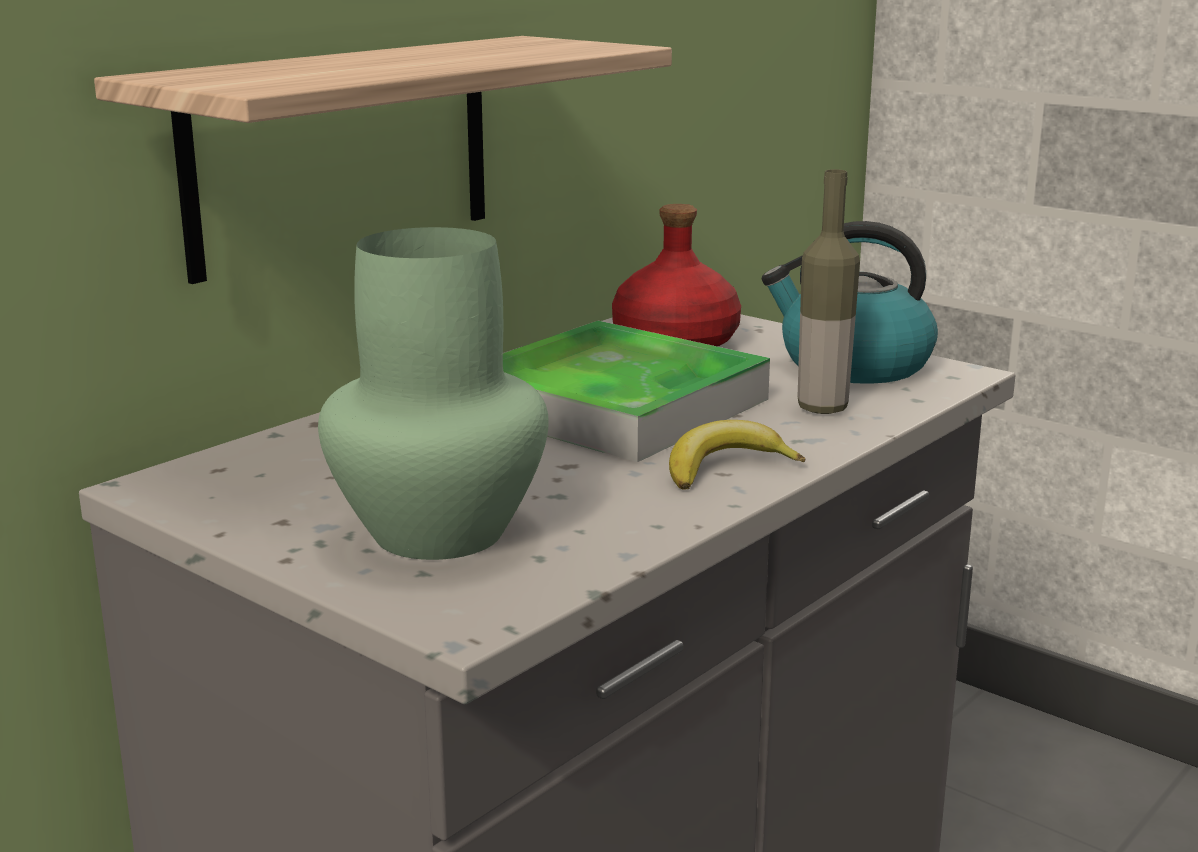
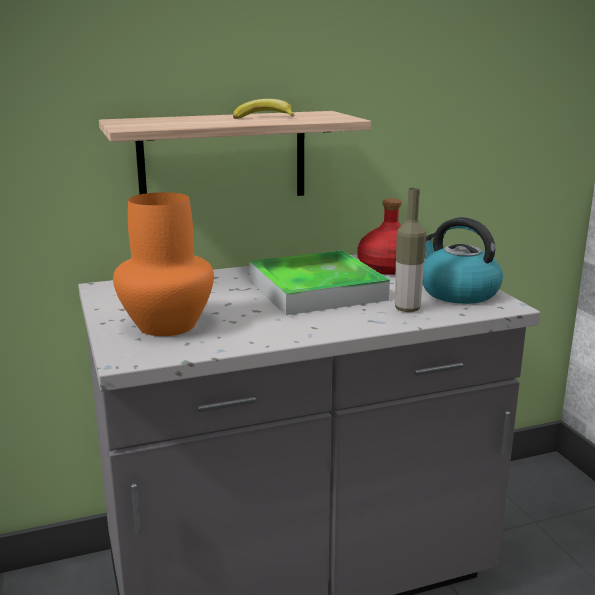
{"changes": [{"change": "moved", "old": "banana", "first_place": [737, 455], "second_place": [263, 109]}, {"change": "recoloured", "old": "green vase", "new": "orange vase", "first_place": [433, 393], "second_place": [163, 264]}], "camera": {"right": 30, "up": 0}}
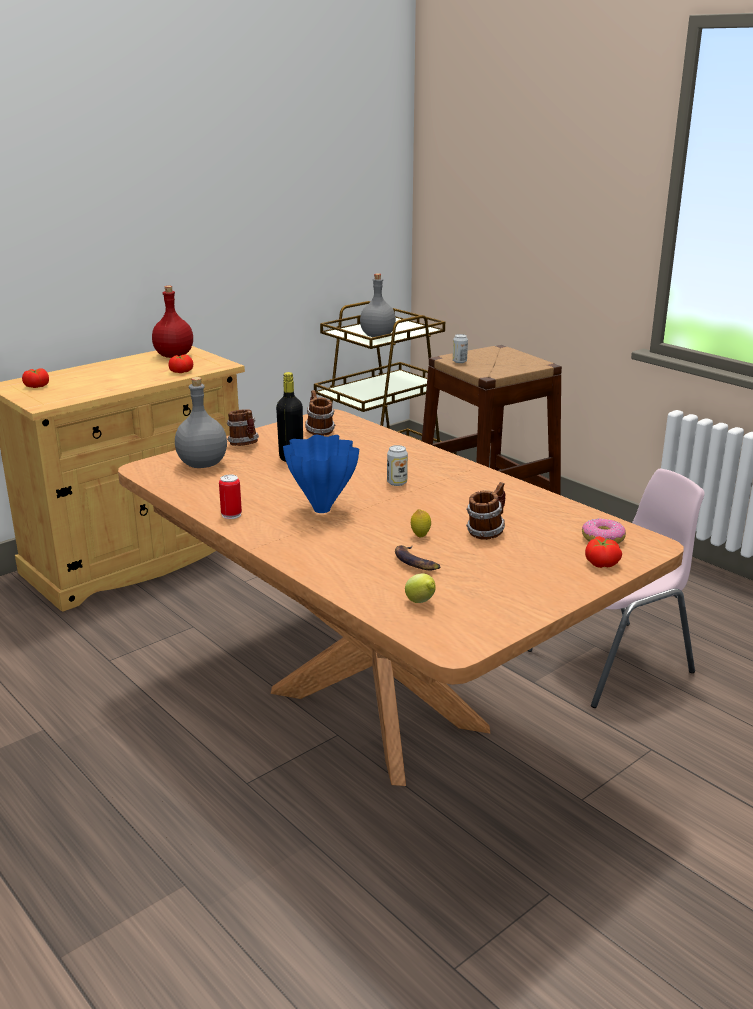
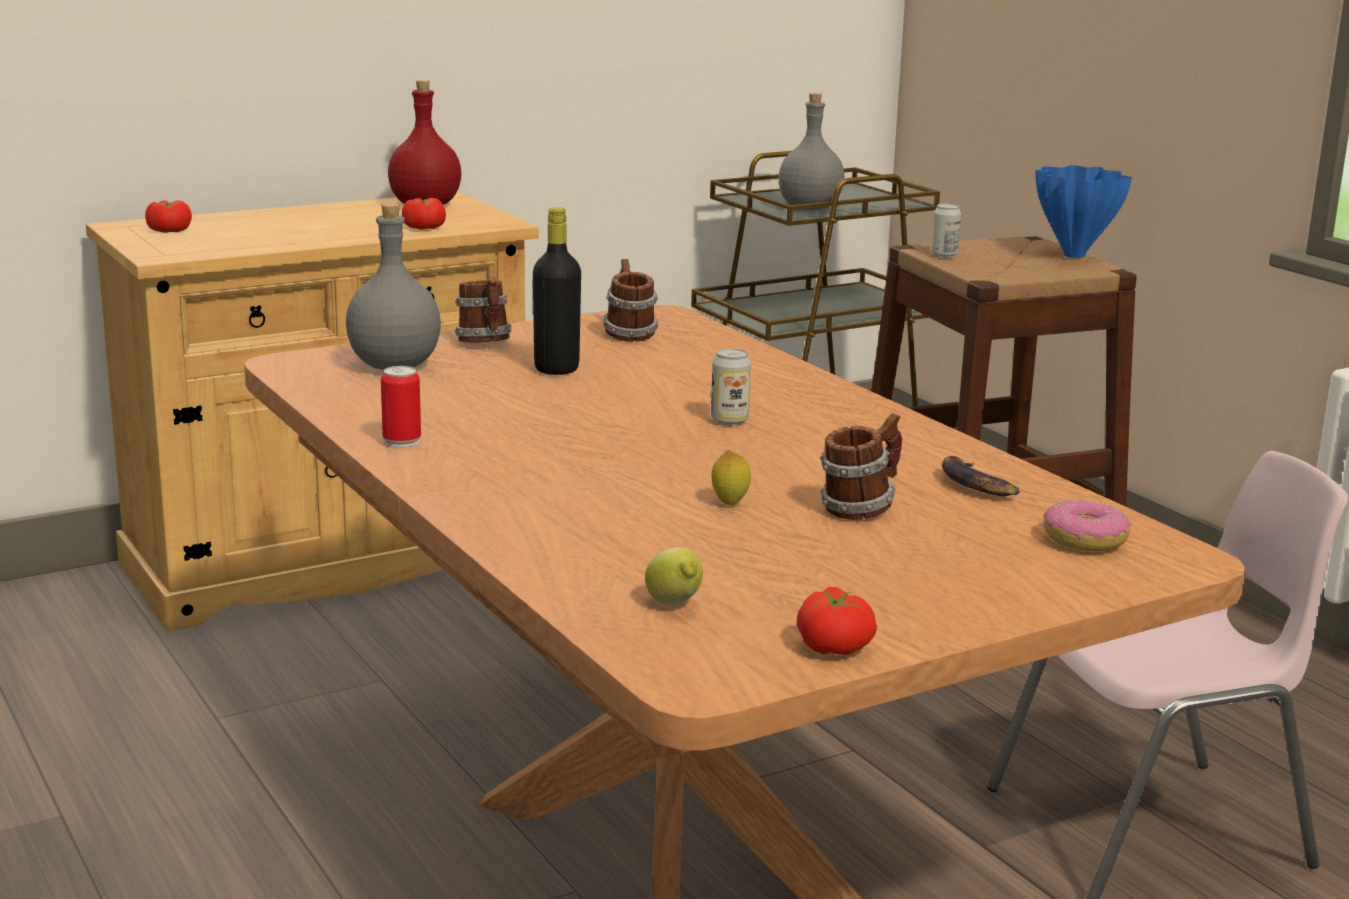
{"changes": [{"change": "moved", "old": "blue vase", "first_place": [321, 474], "second_place": [1083, 211]}, {"change": "moved", "old": "banana", "first_place": [418, 558], "second_place": [981, 476]}, {"change": "moved", "old": "tomato", "first_place": [603, 552], "second_place": [837, 621]}], "camera": {"right": 10, "up": -5}}
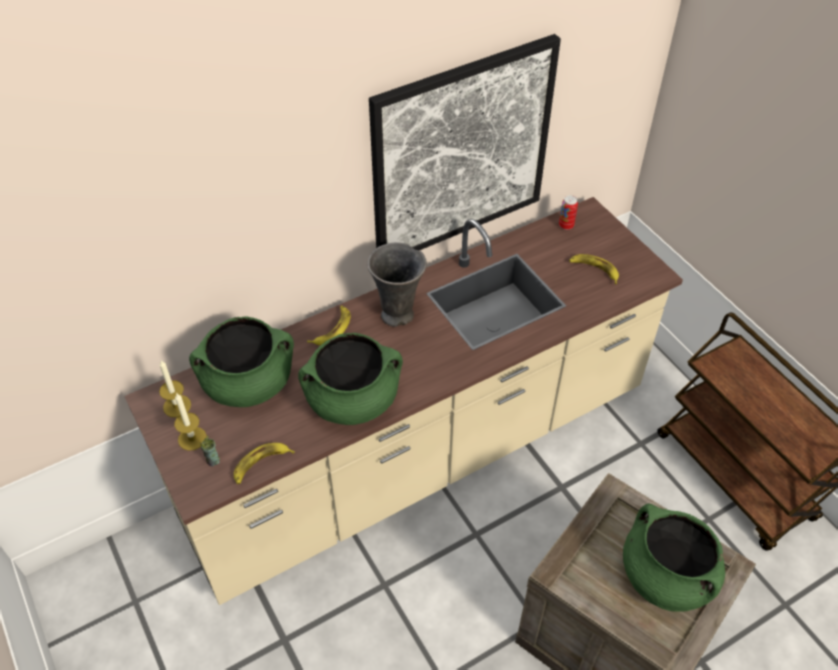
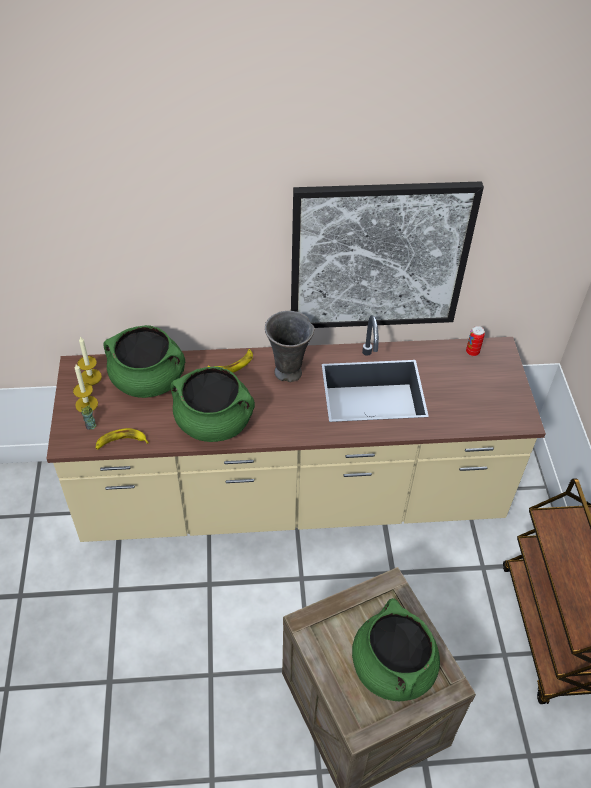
{"changes": [{"change": "removed", "old": "banana", "first_place": [594, 269]}], "camera": {"right": 25, "up": 0}}
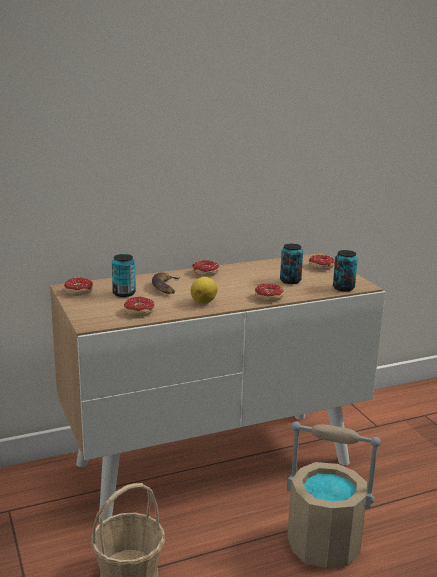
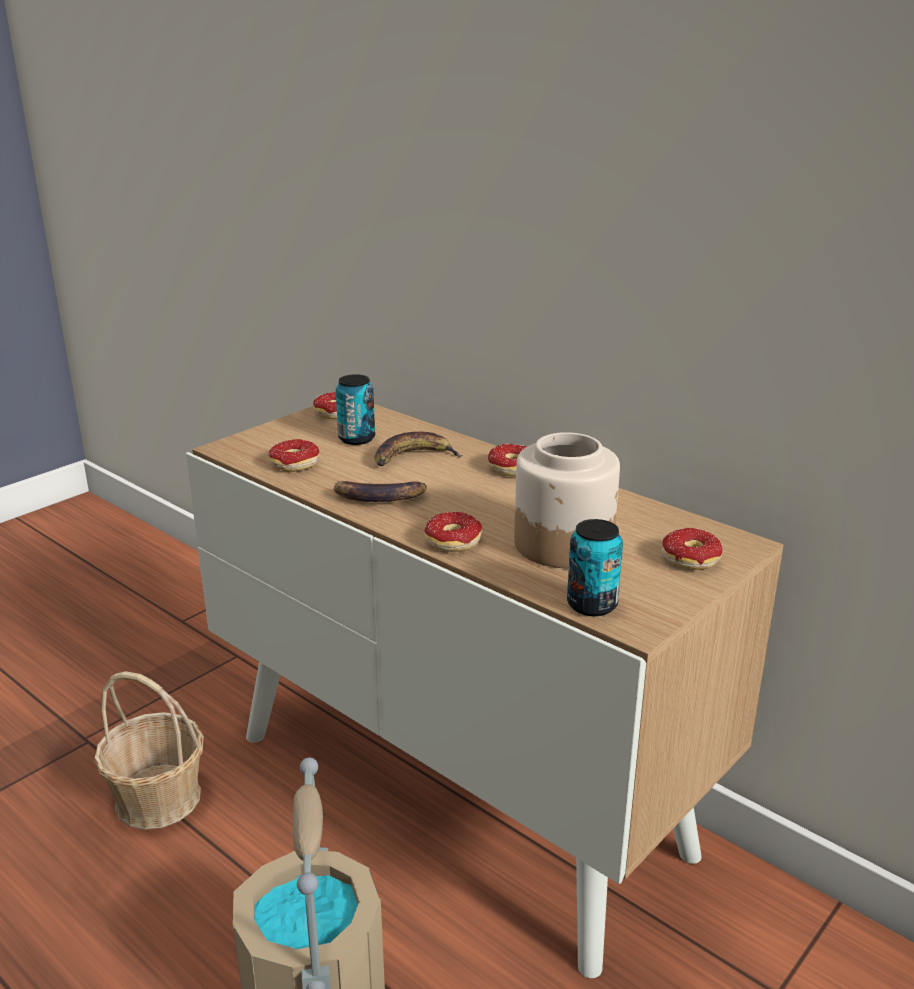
{"changes": [{"change": "replaced", "old": "lemon", "new": "banana", "first_place": [204, 290], "second_place": [380, 491]}, {"change": "replaced", "old": "can", "new": "jar", "first_place": [291, 264], "second_place": [567, 500]}], "camera": {"right": 65, "up": 5}}
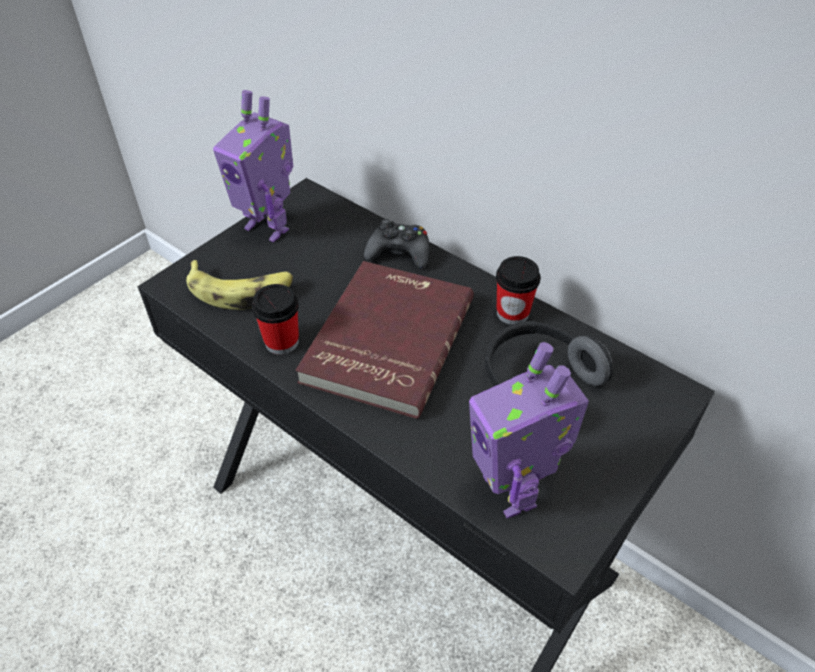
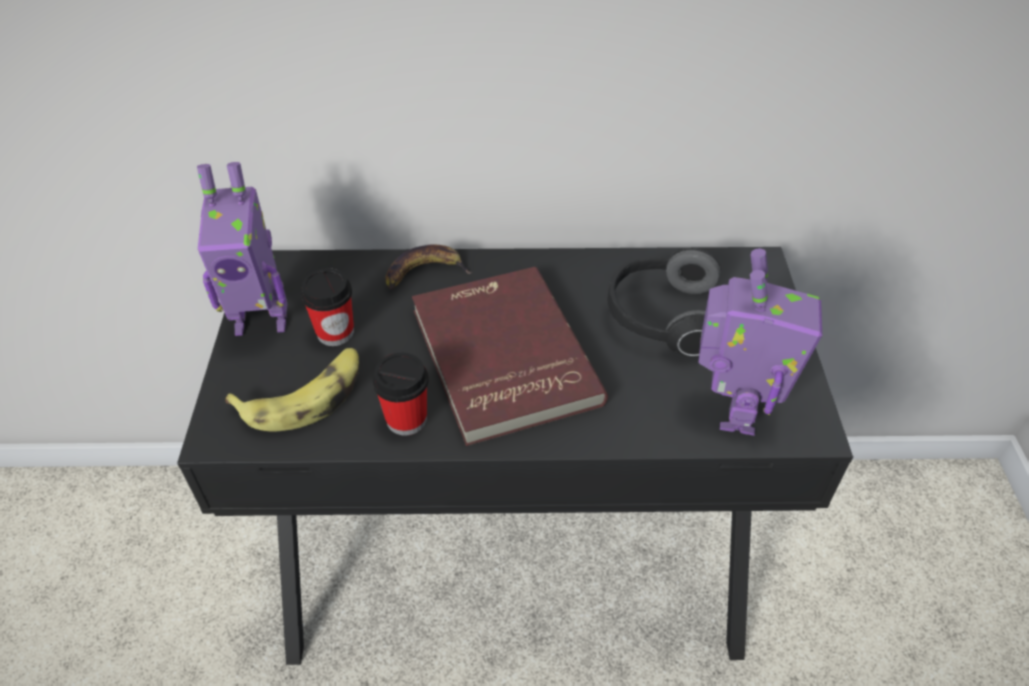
{"changes": [{"change": "moved", "old": "cup", "first_place": [518, 290], "second_place": [327, 307]}, {"change": "replaced", "old": "black game controller", "new": "banana", "first_place": [396, 243], "second_place": [428, 267]}, {"change": "turned", "old": "toy robot", "first_place": [529, 430], "second_place": [760, 342], "degrees": -105}], "camera": {"right": -40, "up": 0}}
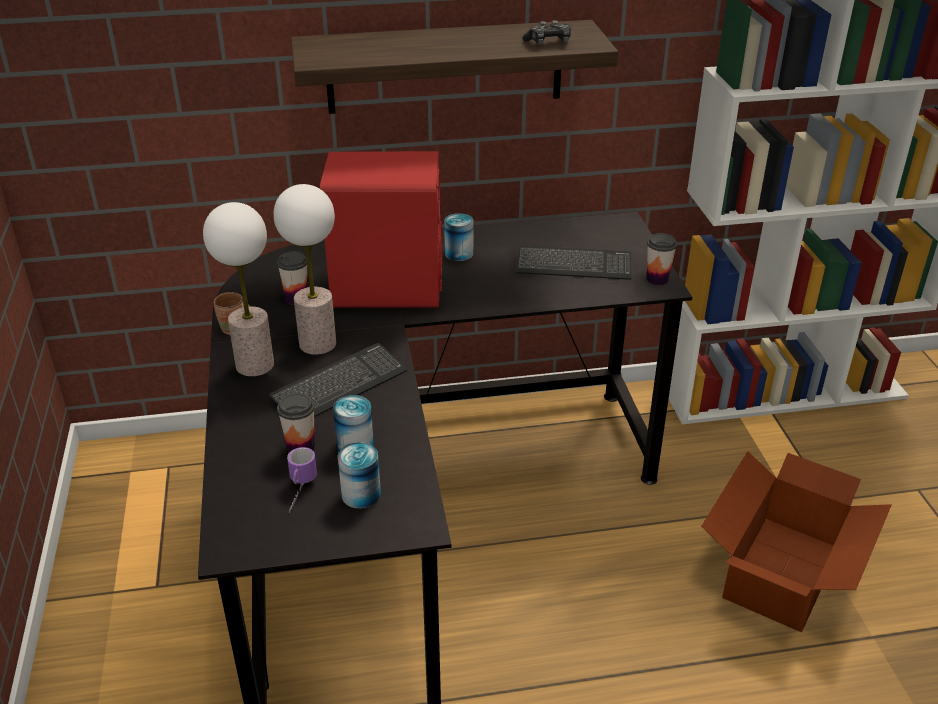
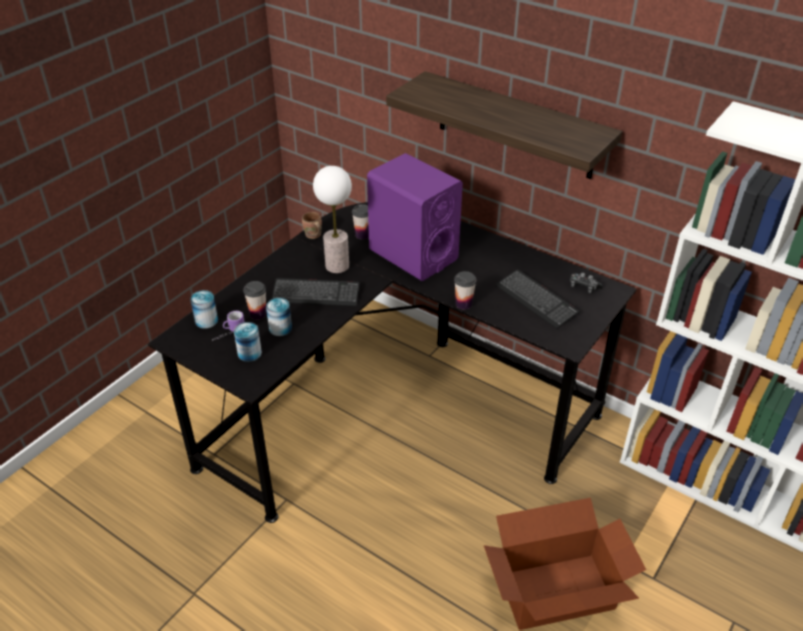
{"changes": [{"change": "removed", "old": "table lamp", "first_place": [238, 289]}, {"change": "moved", "old": "can", "first_place": [458, 237], "second_place": [204, 309]}, {"change": "moved", "old": "game controller", "first_place": [546, 32], "second_place": [586, 282]}, {"change": "moved", "old": "cup", "first_place": [662, 259], "second_place": [465, 290]}, {"change": "recoloured", "old": "red speaker", "new": "purple speaker", "first_place": [381, 229], "second_place": [415, 217]}], "camera": {"right": 45, "up": 5}}
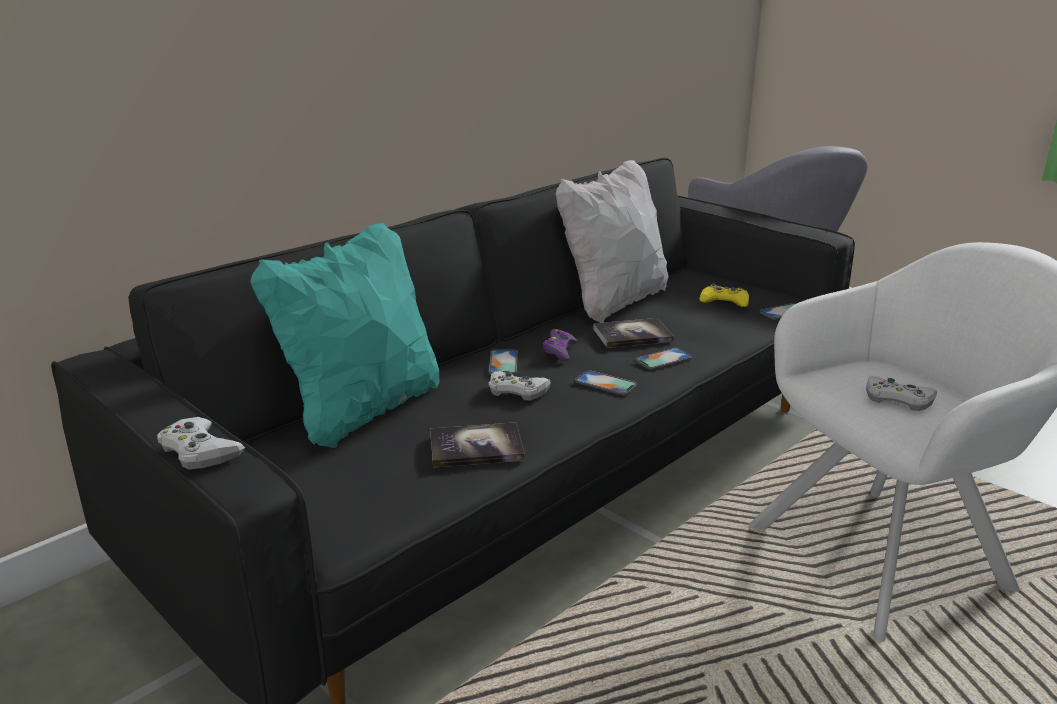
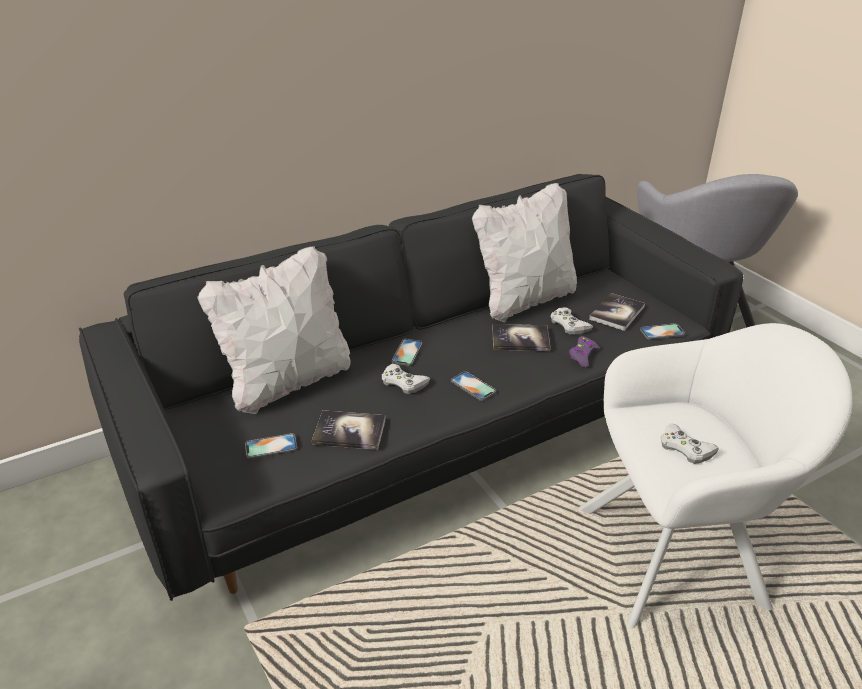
{"changes": [{"change": "moved", "old": "white game controller", "first_place": [201, 443], "second_place": [571, 320]}, {"change": "moved", "old": "purple game controller", "first_place": [560, 345], "second_place": [584, 352]}, {"change": "moved", "old": "phone", "first_place": [663, 359], "second_place": [271, 446]}, {"change": "replaced", "old": "yellow game controller", "new": "book", "first_place": [724, 295], "second_place": [617, 312]}, {"change": "recoloured", "old": "turquoise pillow", "new": "white pillow", "first_place": [344, 335], "second_place": [274, 330]}], "camera": {"right": 15, "up": 10}}
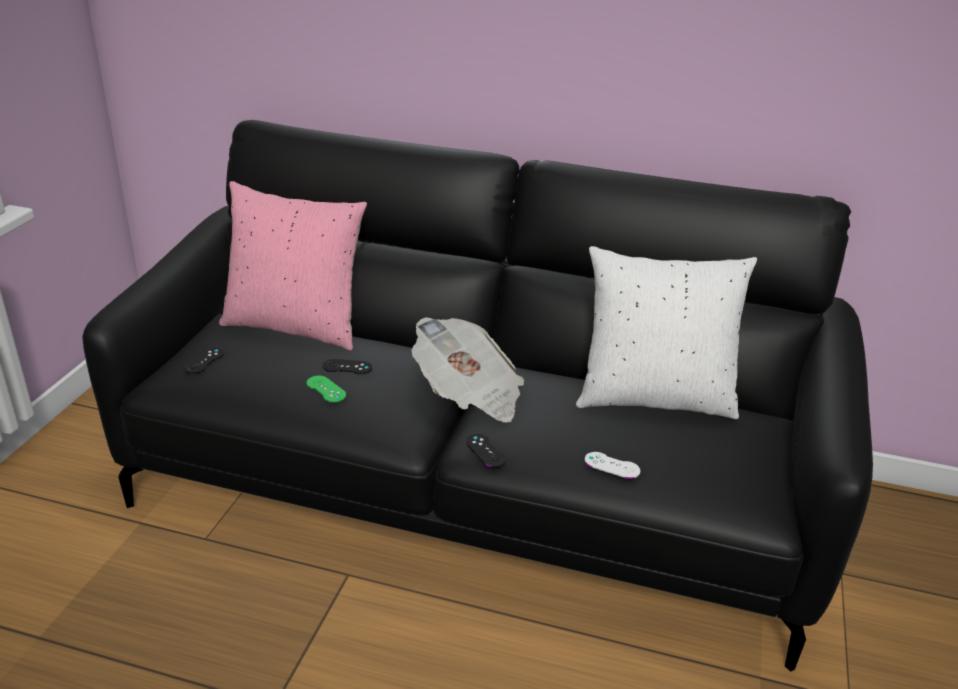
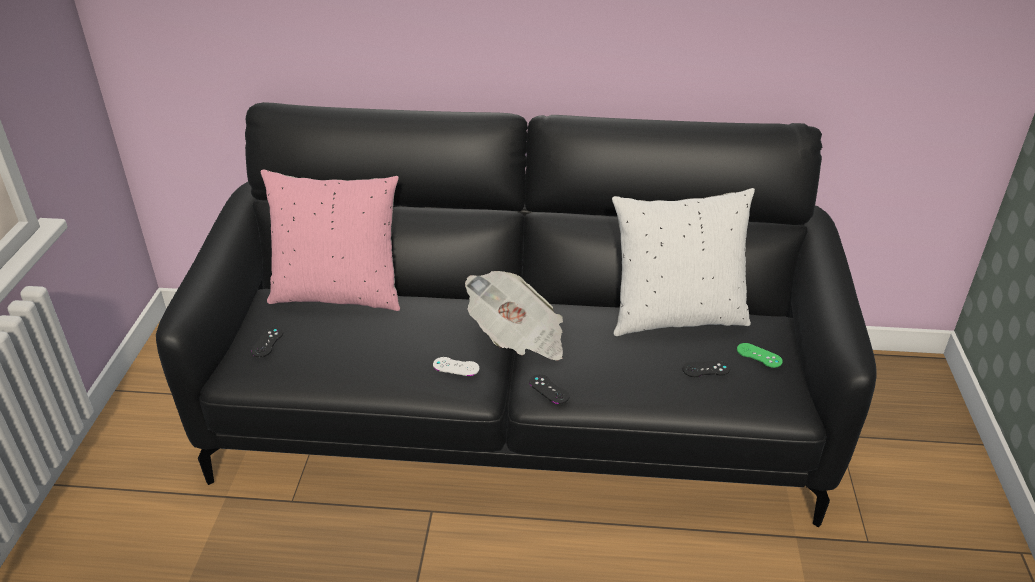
{"changes": [{"change": "moved", "old": "green game controller", "first_place": [326, 389], "second_place": [760, 355]}, {"change": "moved", "old": "black game controller", "first_place": [347, 366], "second_place": [706, 368]}, {"change": "moved", "old": "white game controller", "first_place": [612, 465], "second_place": [456, 366]}], "camera": {"right": -10, "up": 5}}
